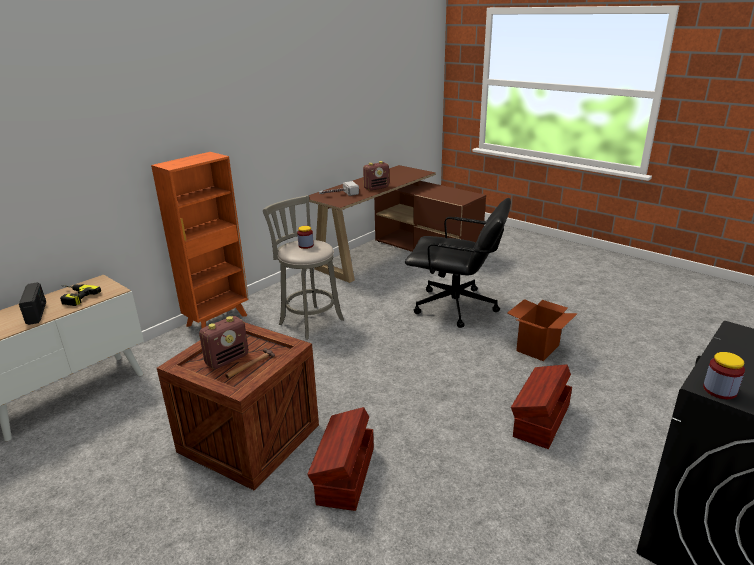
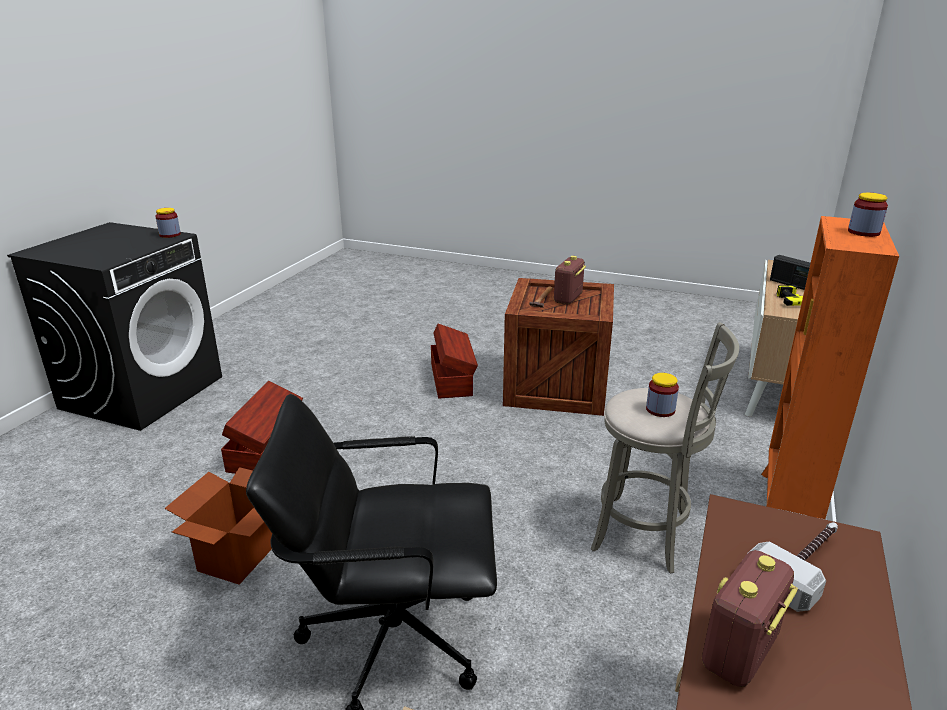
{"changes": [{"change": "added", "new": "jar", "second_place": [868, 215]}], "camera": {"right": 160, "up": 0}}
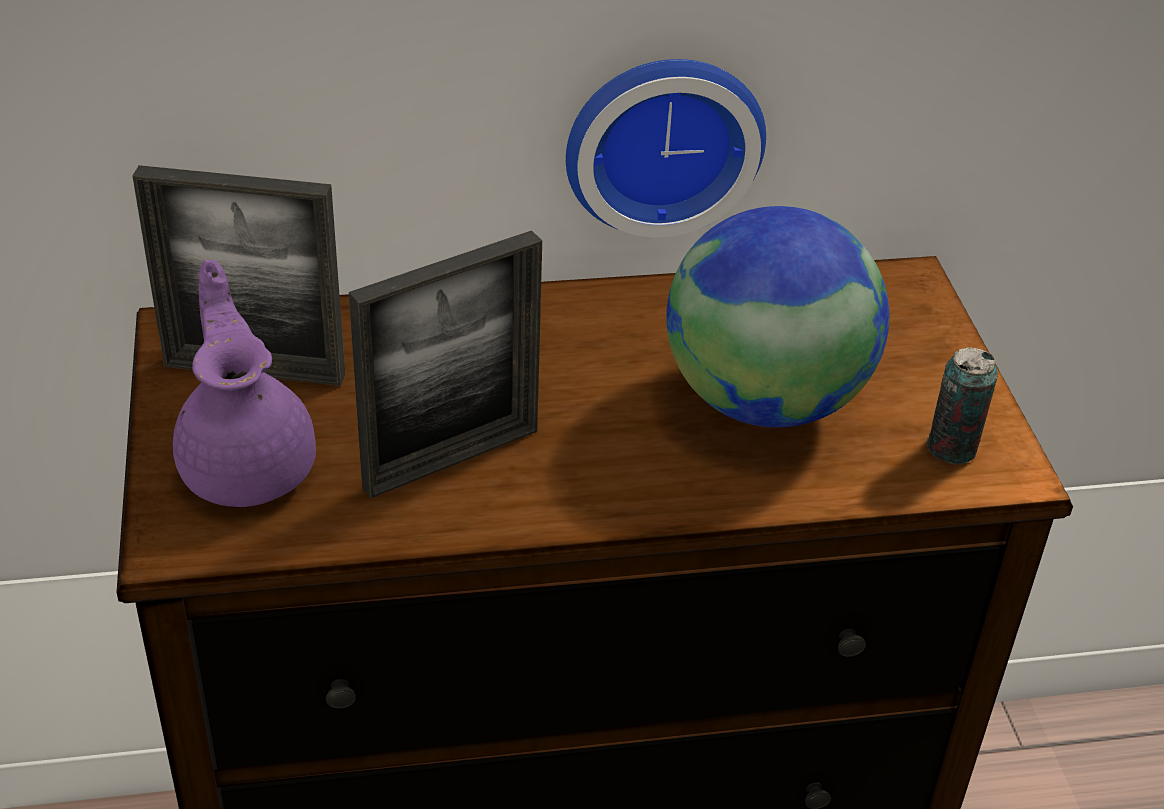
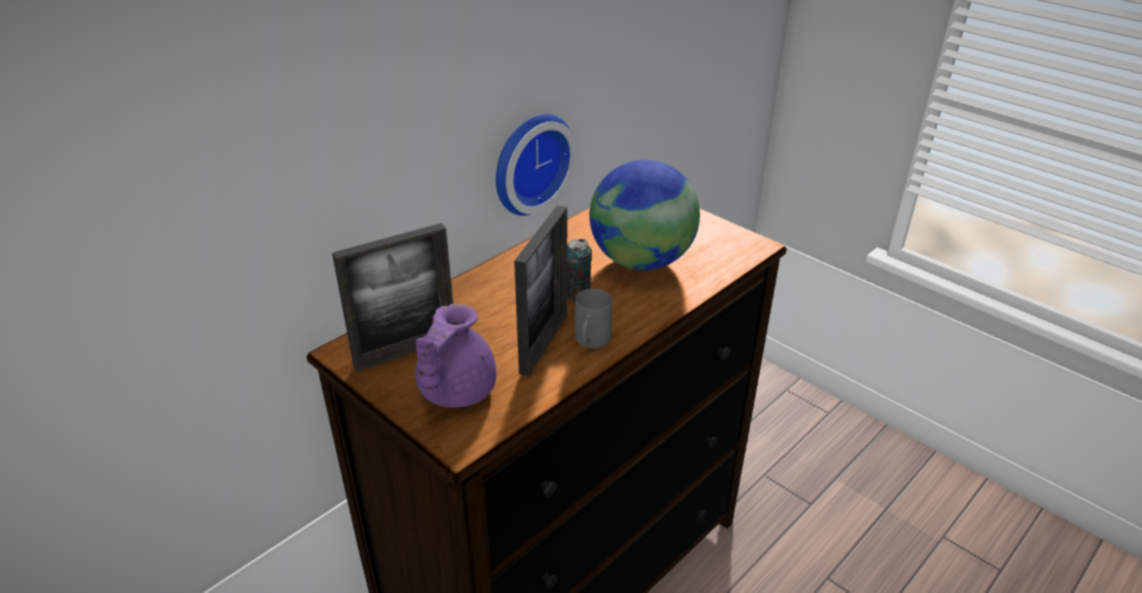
{"changes": [{"change": "added", "new": "grey mug", "second_place": [593, 319]}, {"change": "moved", "old": "can", "first_place": [962, 405], "second_place": [579, 270]}, {"change": "turned", "old": "purple teapot", "first_place": [244, 383], "second_place": [456, 356], "degrees": -105}], "camera": {"right": -35, "up": -5}}
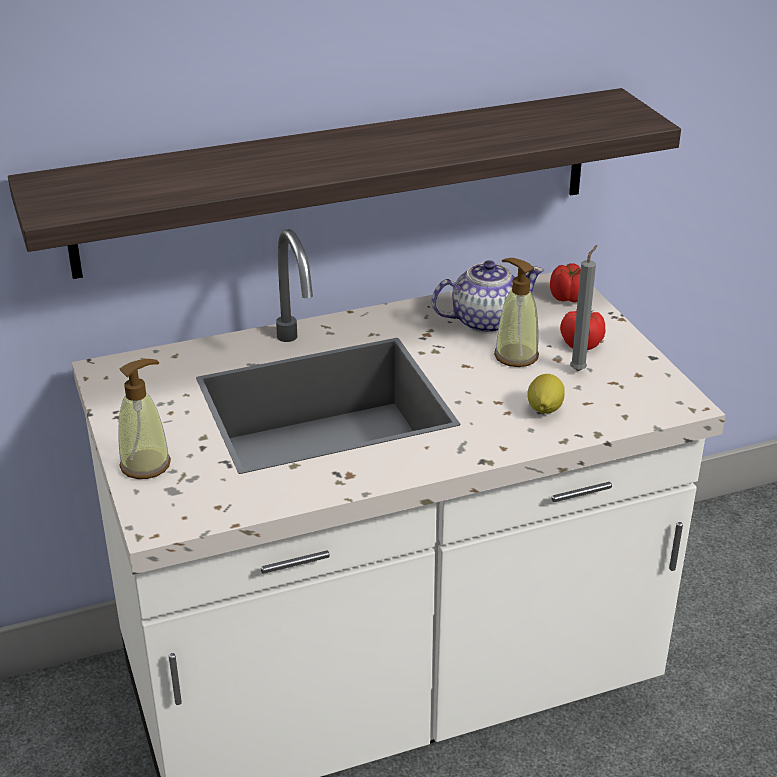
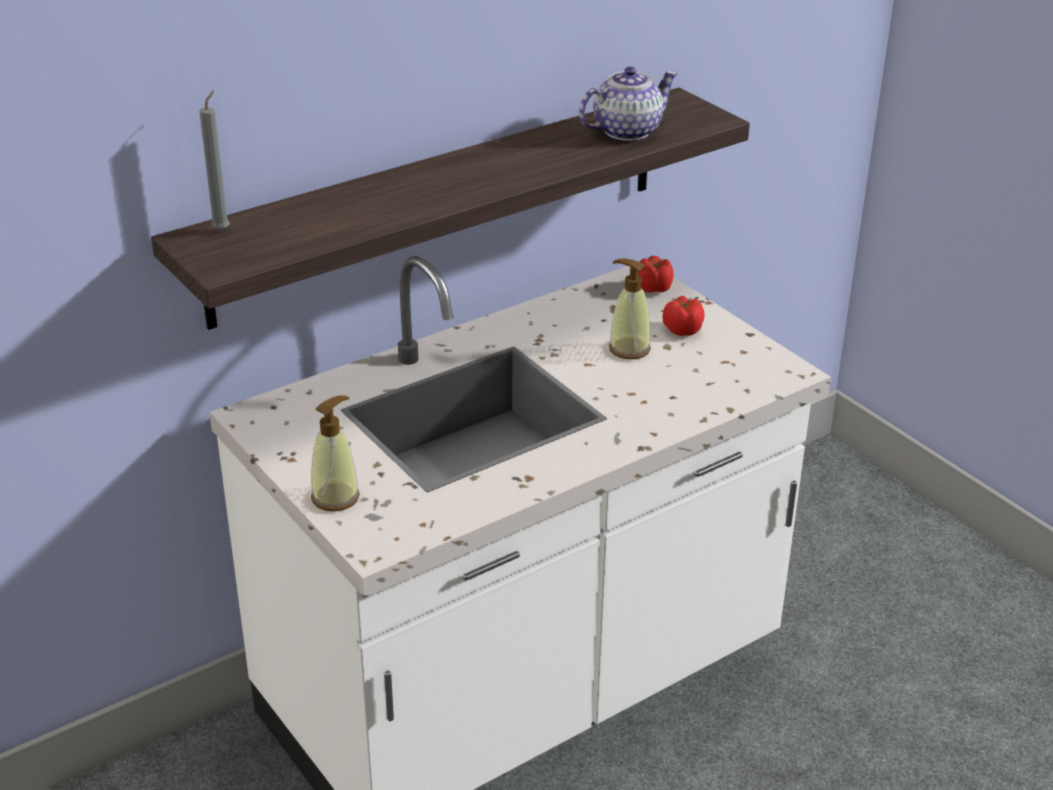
{"changes": [{"change": "removed", "old": "lemon", "first_place": [546, 394]}, {"change": "moved", "old": "teapot", "first_place": [488, 297], "second_place": [628, 103]}, {"change": "moved", "old": "grey candle", "first_place": [583, 308], "second_place": [214, 160]}], "camera": {"right": -15, "up": 0}}
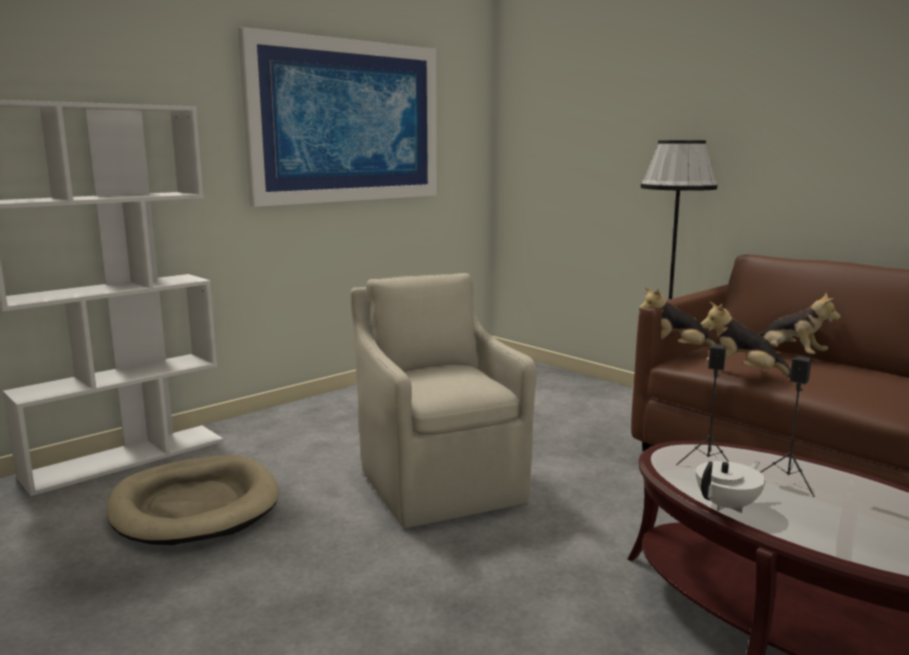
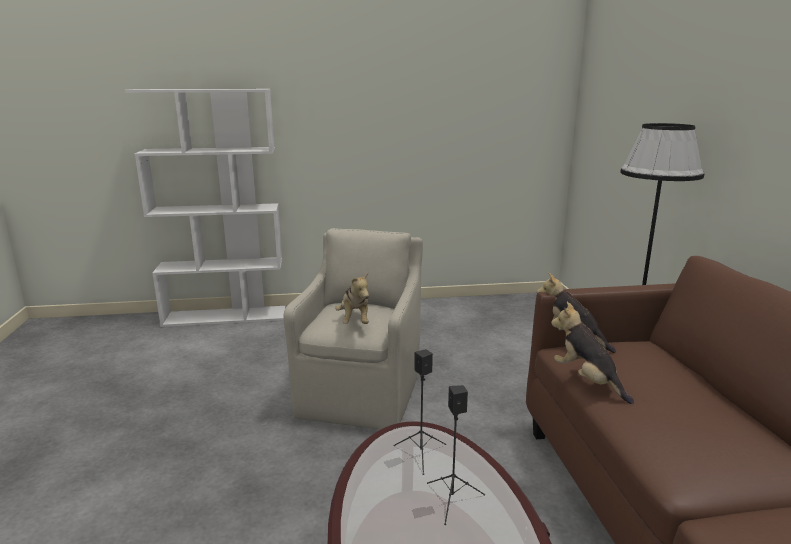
{"changes": [{"change": "removed", "old": "beige dog bed", "first_place": [192, 500]}, {"change": "removed", "old": "picture", "first_place": [337, 117]}, {"change": "removed", "old": "white teapot", "first_place": [730, 487]}, {"change": "moved", "old": "plush toy", "first_place": [799, 323], "second_place": [352, 298]}], "camera": {"right": 35, "up": 5}}
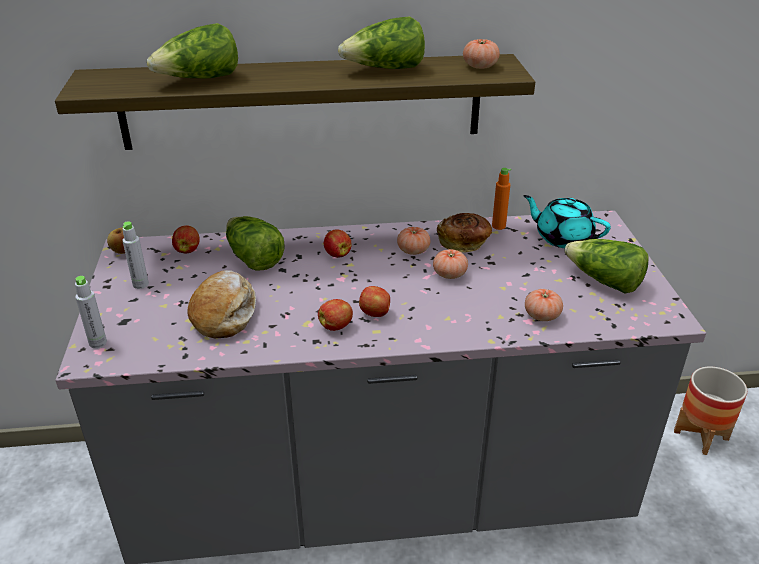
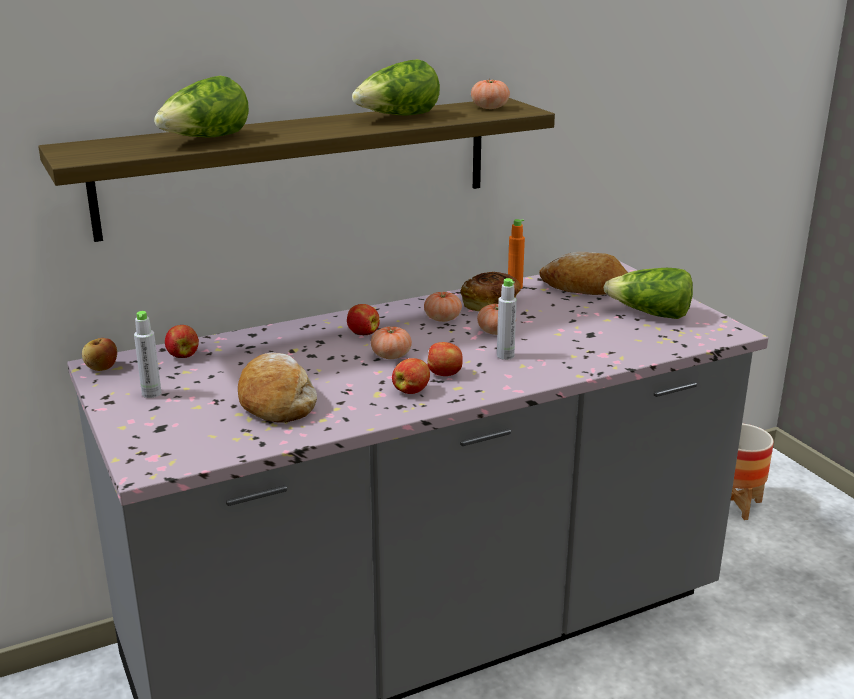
{"changes": [{"change": "removed", "old": "lettuce", "first_place": [255, 243]}, {"change": "moved", "old": "grey bottle", "first_place": [91, 312], "second_place": [507, 319]}, {"change": "moved", "old": "tomato", "first_place": [544, 305], "second_place": [391, 342]}, {"change": "replaced", "old": "turquoise teapot", "new": "bread", "first_place": [567, 221], "second_place": [583, 273]}], "camera": {"right": -20, "up": -10}}
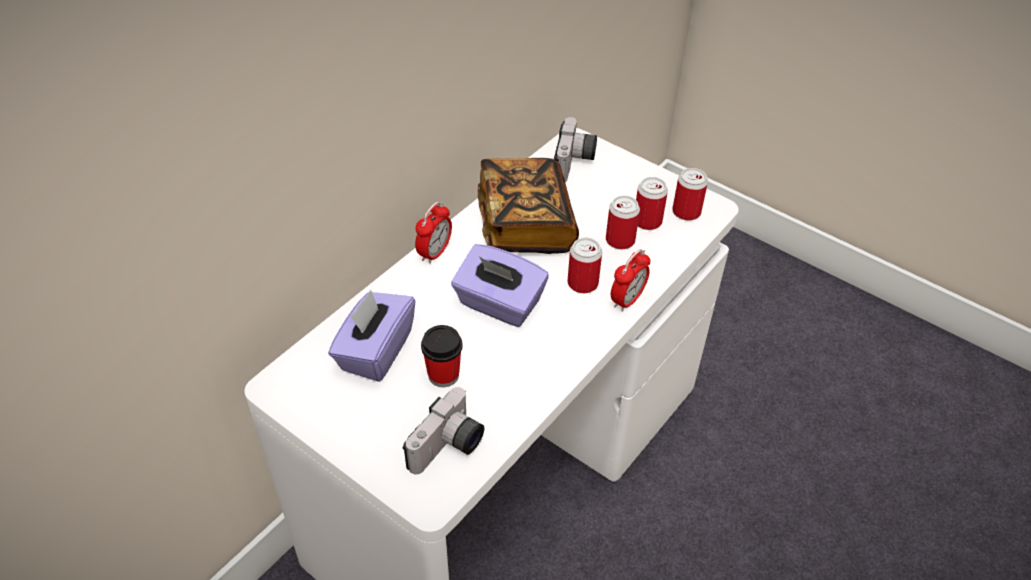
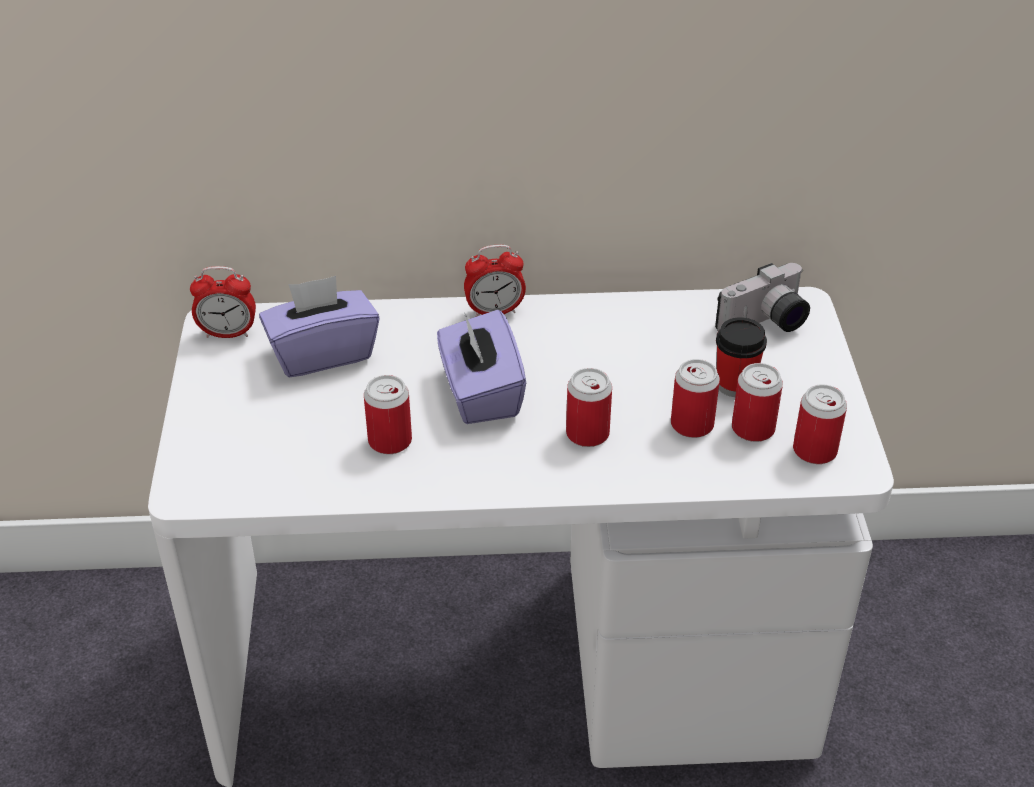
{"changes": [{"change": "removed", "old": "photo camera", "first_place": [443, 431]}, {"change": "removed", "old": "book", "first_place": [528, 206]}, {"change": "added", "new": "can", "second_place": [388, 414]}, {"change": "moved", "old": "cup", "first_place": [442, 356], "second_place": [741, 357]}, {"change": "moved", "old": "alarm clock", "first_place": [630, 280], "second_place": [223, 302]}], "camera": {"right": 50, "up": -5}}
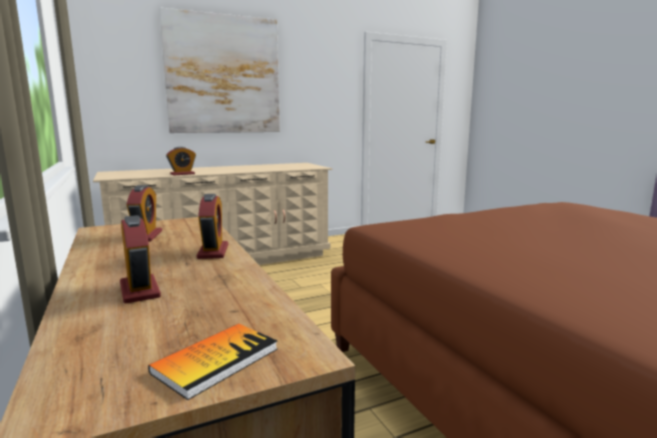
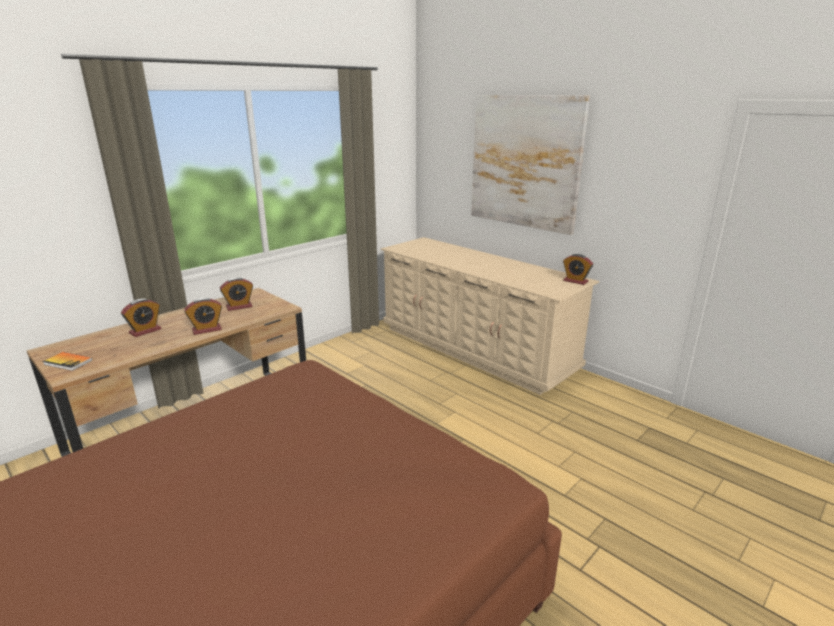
{"changes": [{"change": "moved", "old": "alarm clock", "first_place": [181, 161], "second_place": [578, 269]}], "camera": {"right": 70, "up": 10}}
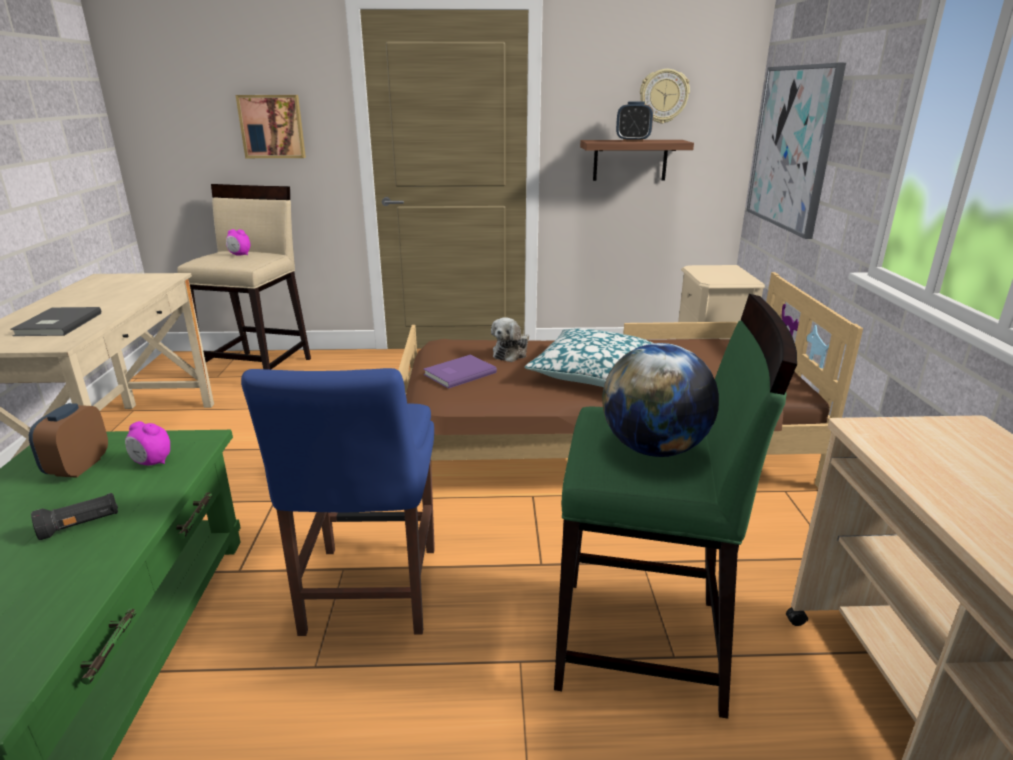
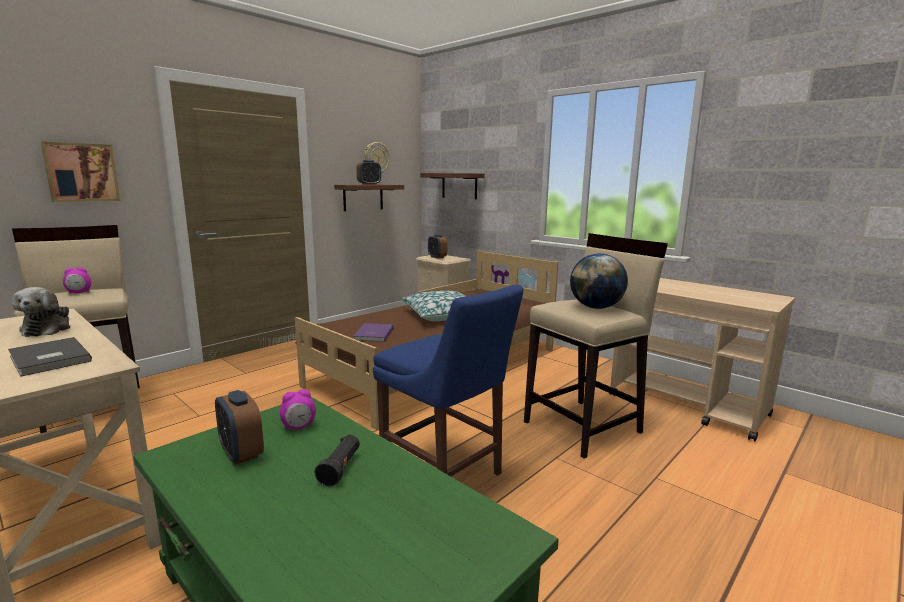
{"changes": [{"change": "added", "new": "alarm clock", "second_place": [437, 246]}, {"change": "moved", "old": "plush toy", "first_place": [510, 339], "second_place": [41, 312]}, {"change": "replaced", "old": "picture", "new": "shelf", "first_place": [796, 151], "second_place": [452, 186]}, {"change": "recoloured", "old": "green stool", "new": "beige stool", "first_place": [675, 506], "second_place": [596, 345]}], "camera": {"right": -45, "up": -10}}
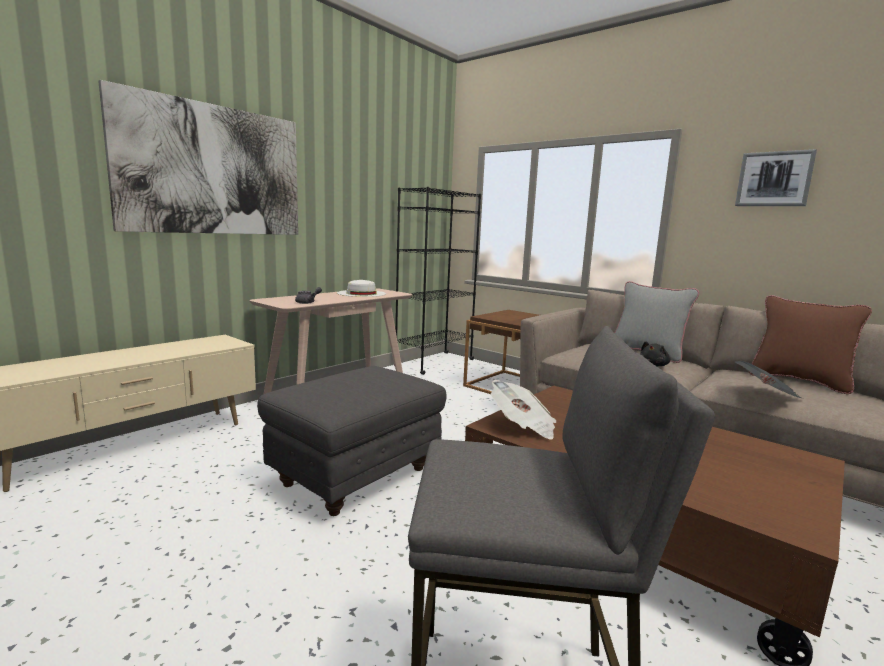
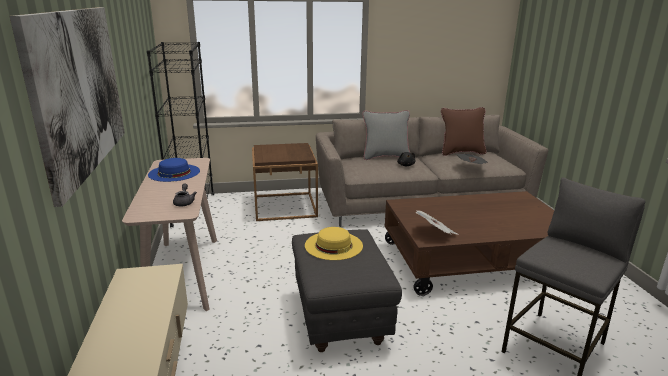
{"changes": [{"change": "removed", "old": "picture", "first_place": [776, 177]}, {"change": "added", "new": "yellow hat", "second_place": [334, 243]}, {"change": "recoloured", "old": "white hat", "new": "blue hat", "first_place": [361, 288], "second_place": [174, 170]}], "camera": {"right": -50, "up": 10}}
